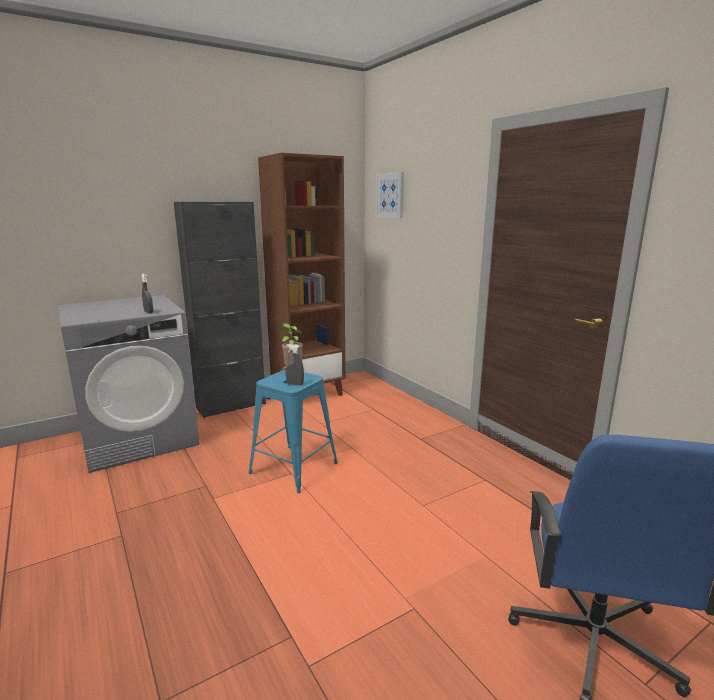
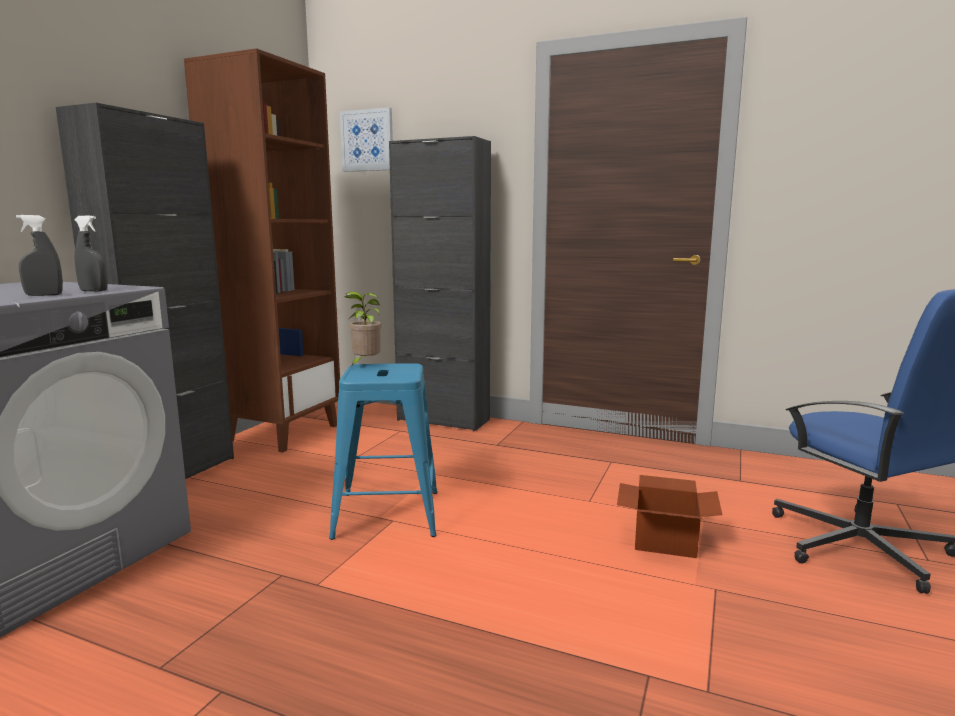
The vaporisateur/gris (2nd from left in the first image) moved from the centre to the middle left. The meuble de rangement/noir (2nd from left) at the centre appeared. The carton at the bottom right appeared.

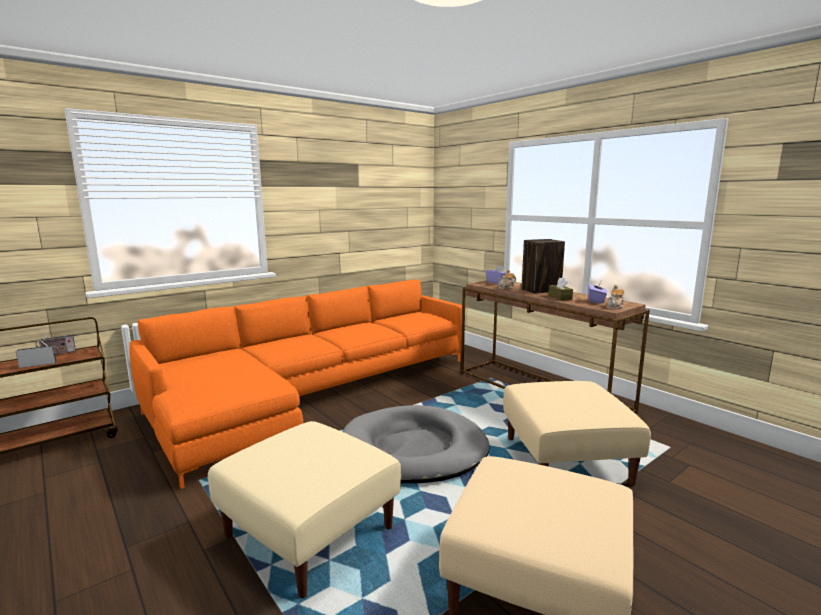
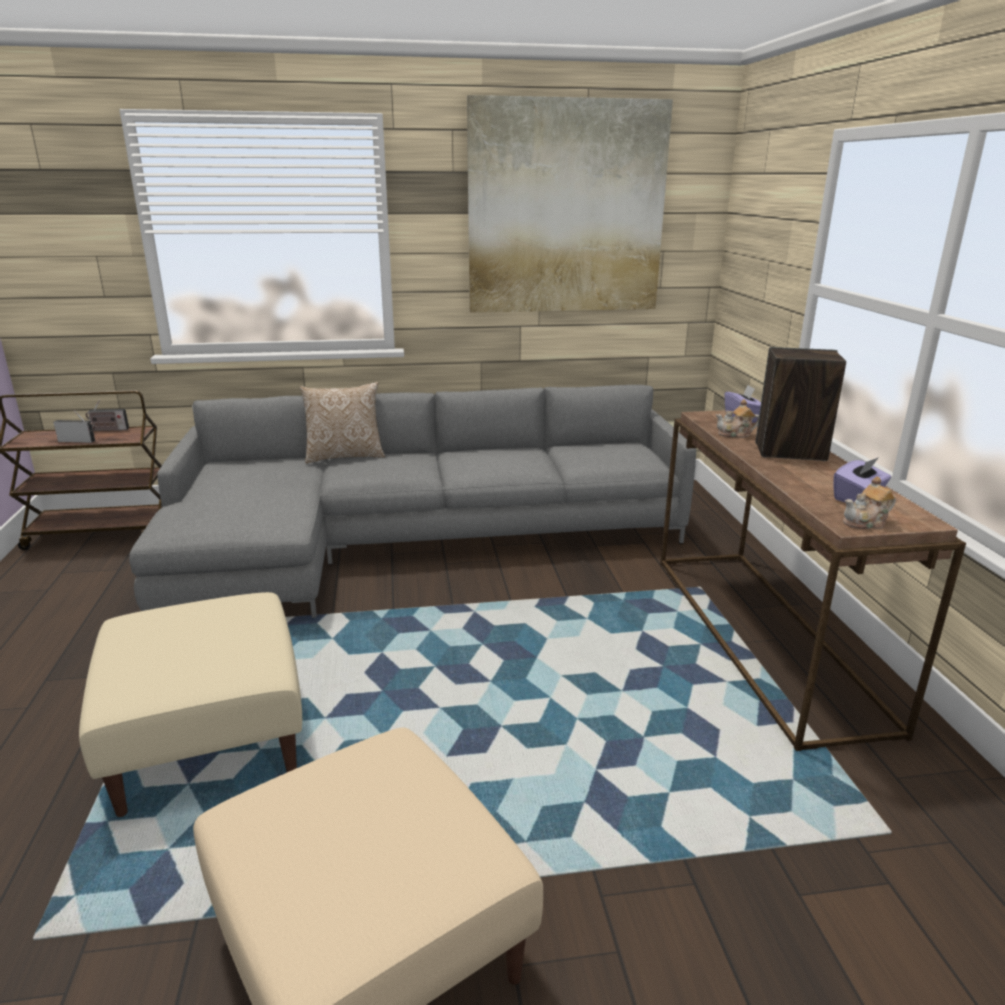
The canapé/orange at the centre became the canapé/gris at the centre. The panier pour chien/gris at the bottom centre disappeared. The pouf/beige (3rd from left) at the bottom right disappeared. The boîte à mouchoirs/marron at the middle right disappeared. The coussin at the centre appeared. The tableau at the top centre appeared.

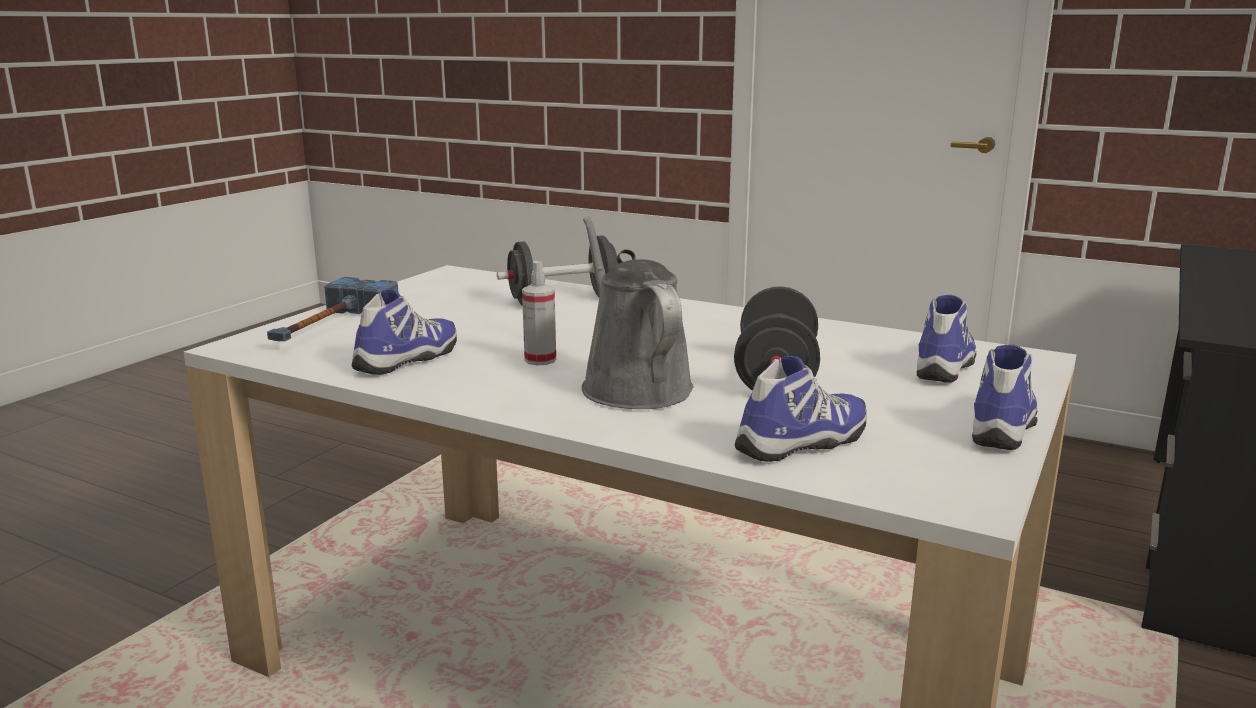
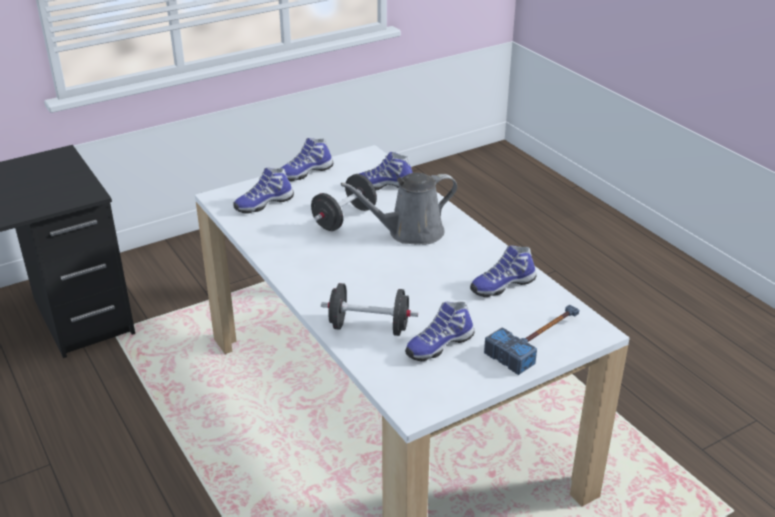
The vaporisateur at the centre disappeared. The arrosoir/gris at the centre turned 60 degrees clockwise. The chaussure (4th from left) at the centre appeared.

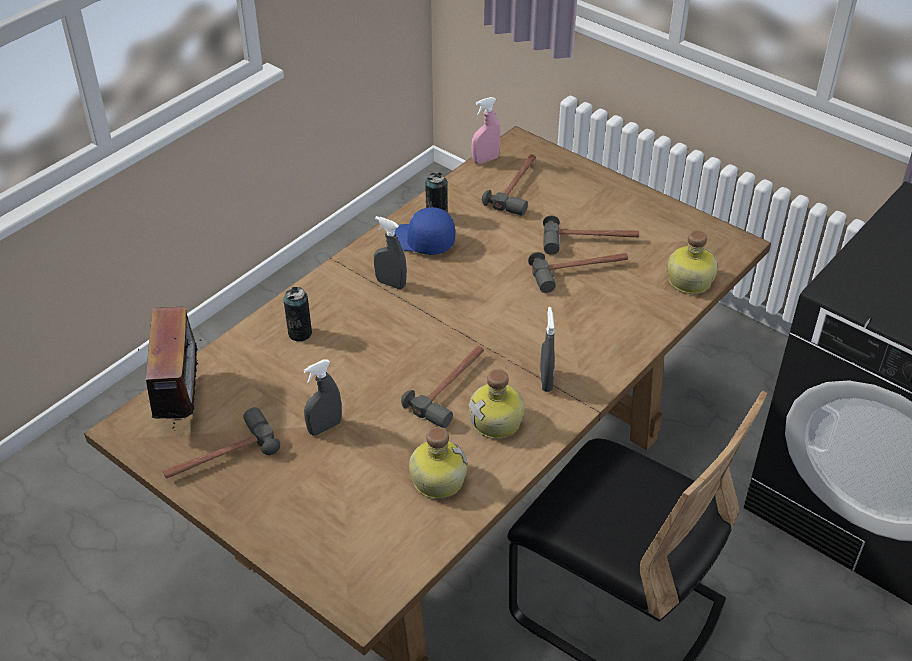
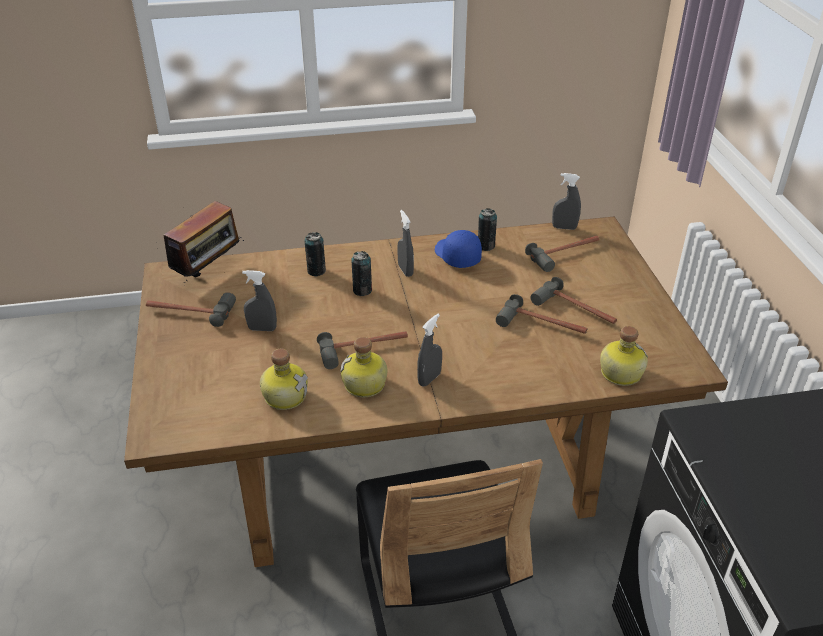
The vaporisateur/rose at the top centre became the vaporisateur/gris (4th from left) at the top right. The boîte métallique (2nd from left) at the centre appeared.

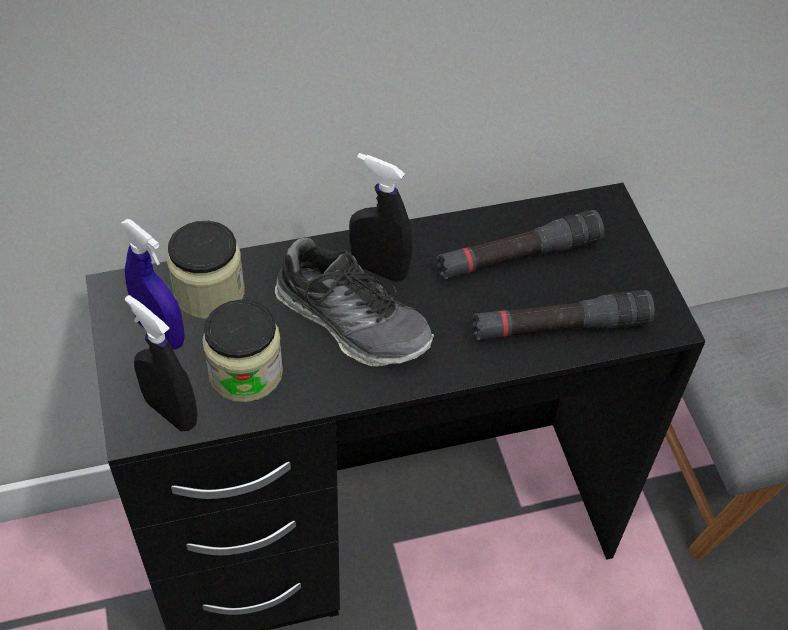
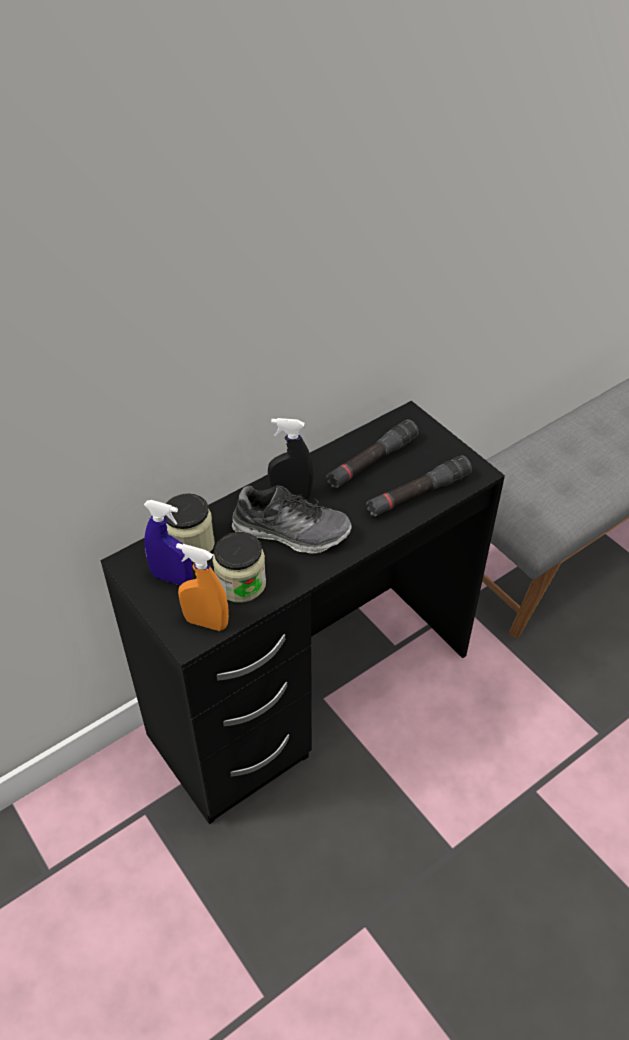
The vaporisateur/noir (1st from left) at the middle left became the vaporisateur/orange at the middle left.

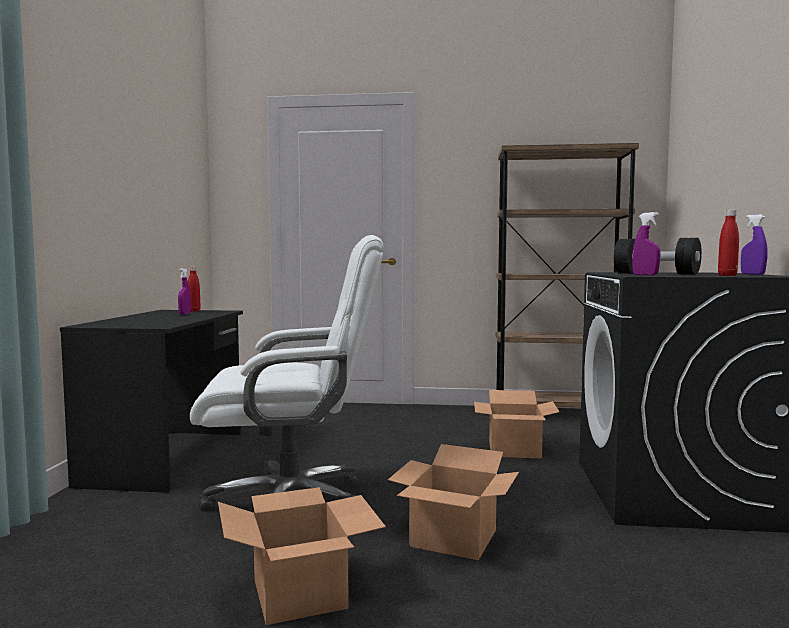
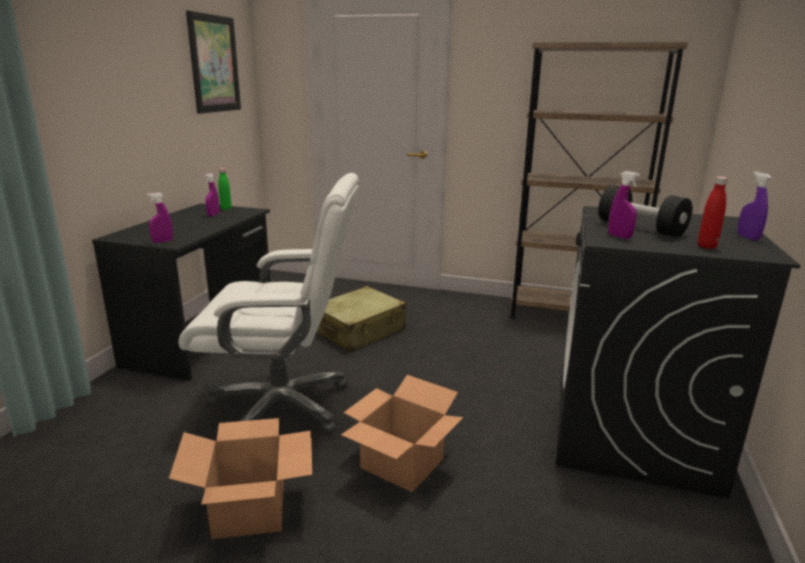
The bouteille/rouge (1st from left) at the middle left became the bouteille/vert at the middle left. The carton (3rd from left) at the bottom centre disappeared. The vaporisateur/violet (1st from left) at the middle left appeared. The tableau at the top left appeared. The valise/beige at the centre appeared.

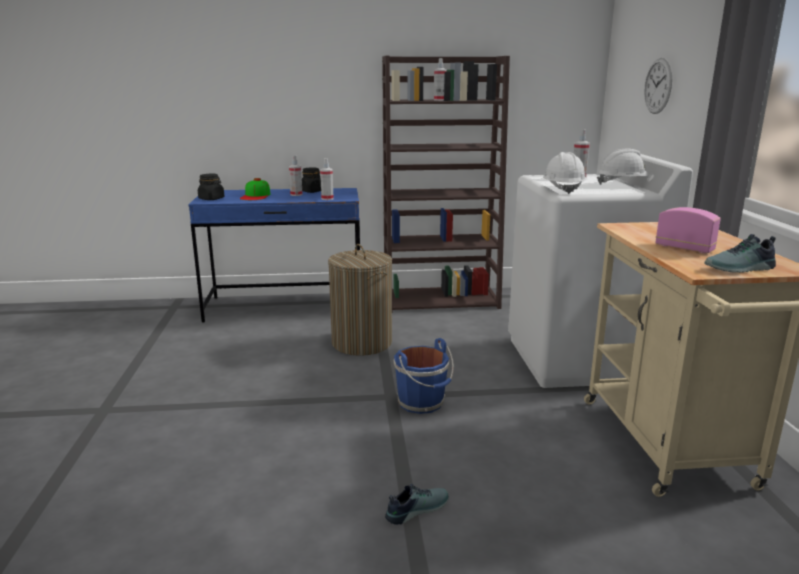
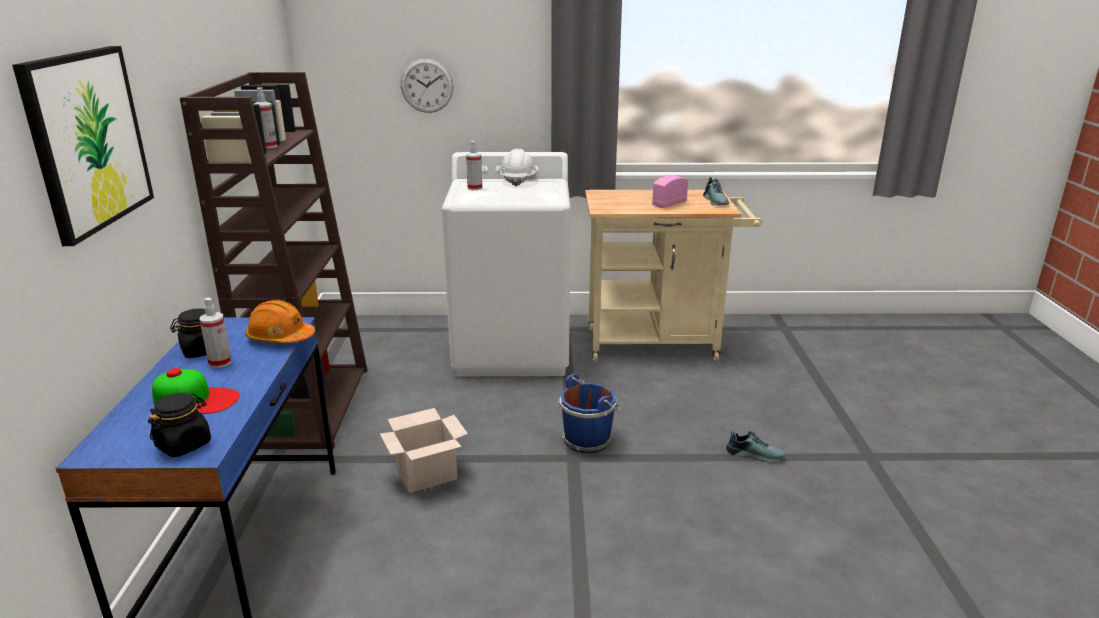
The vaporisateur (2nd from left) at the top centre was replaced by the casque de chantier/orange at the middle left. The panier à linge at the centre was replaced by the carton at the bottom centre. The chaussure (1st from left in the first image) at the bottom centre turned 135 degrees clockwise. The casque de chantier/blanc (1st from left) at the top right disappeared. The tableau at the top left appeared.

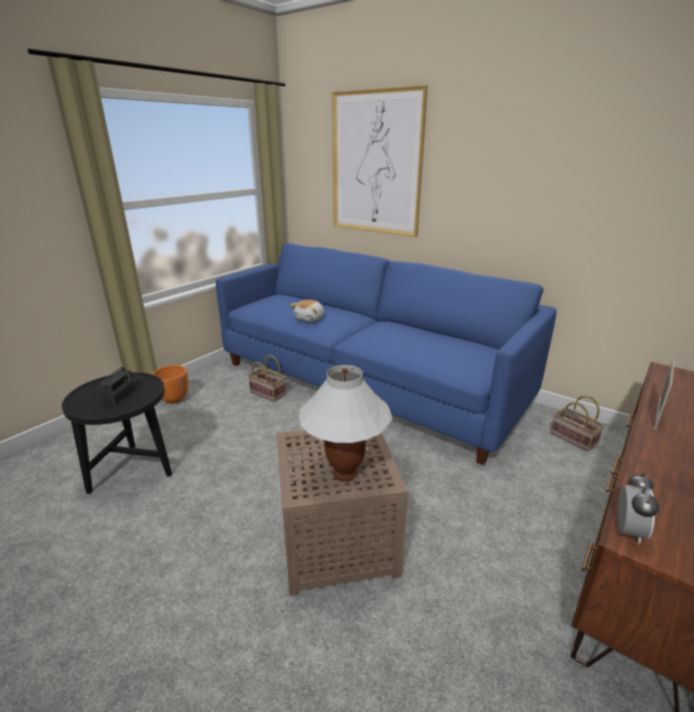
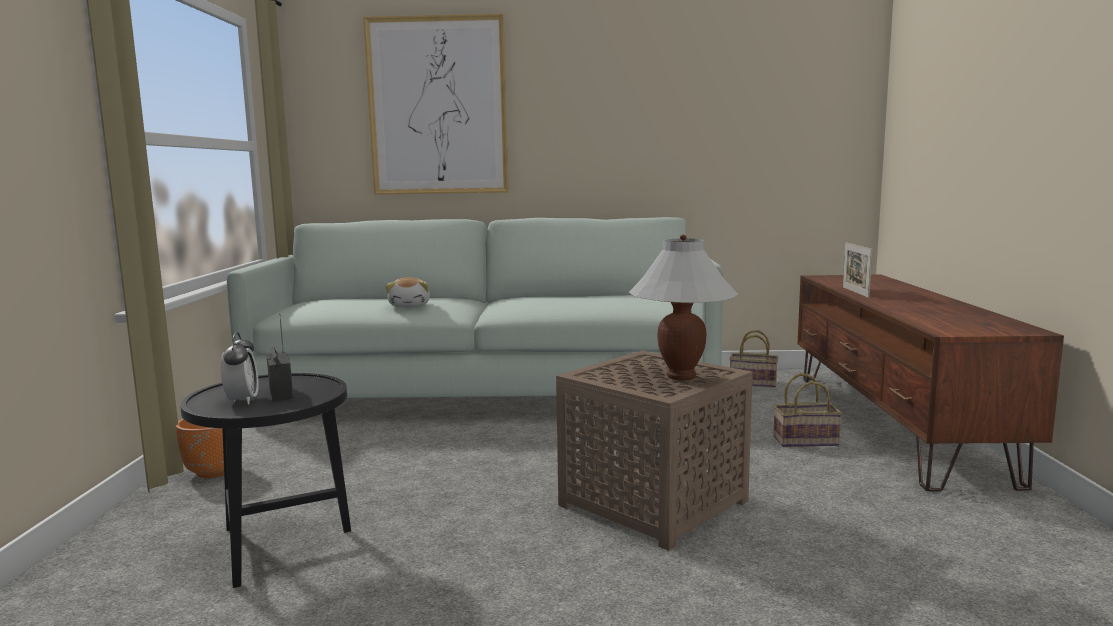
The canapé/bleu at the centre became the canapé/blanc at the centre. The panier (1st from left in the first image) moved from the centre to the middle right. The réveil moved from the bottom right to the middle left.

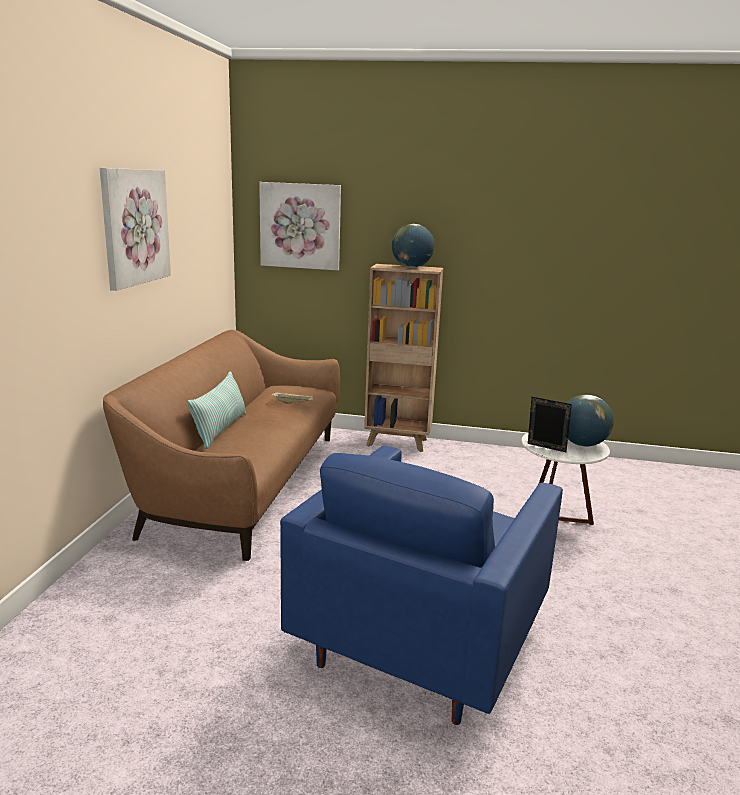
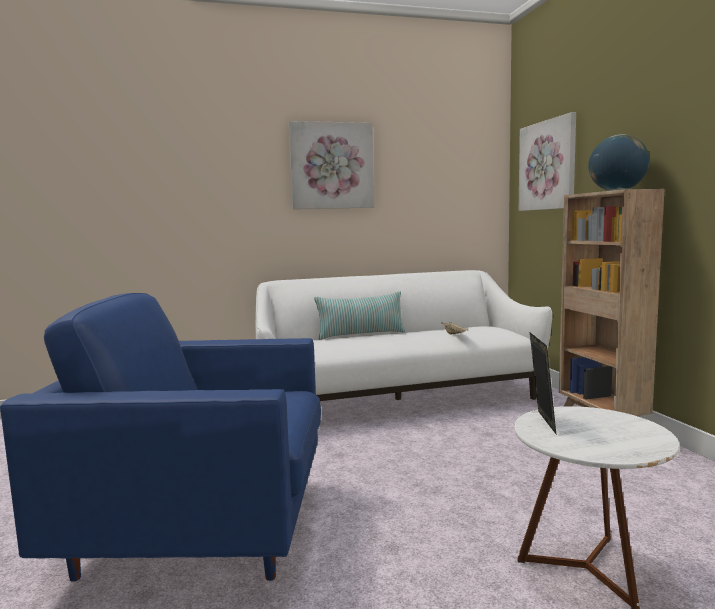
The canapé/marron at the middle left became the canapé/blanc at the centre. The globe (2nd from left) at the middle right disappeared.

